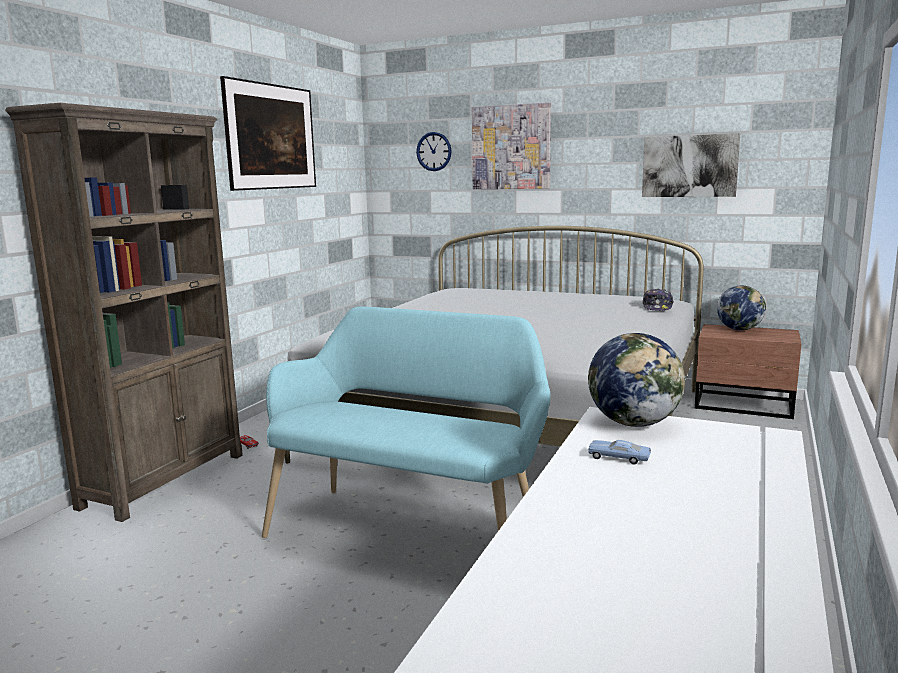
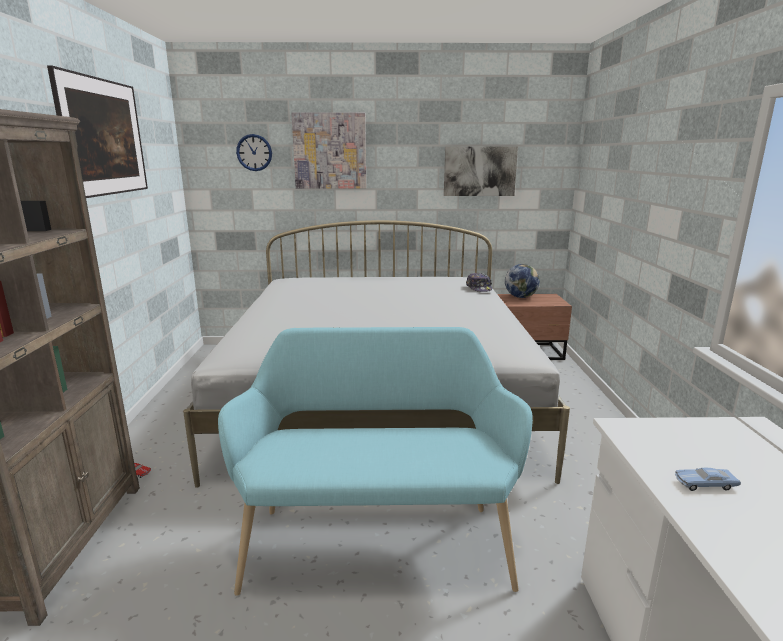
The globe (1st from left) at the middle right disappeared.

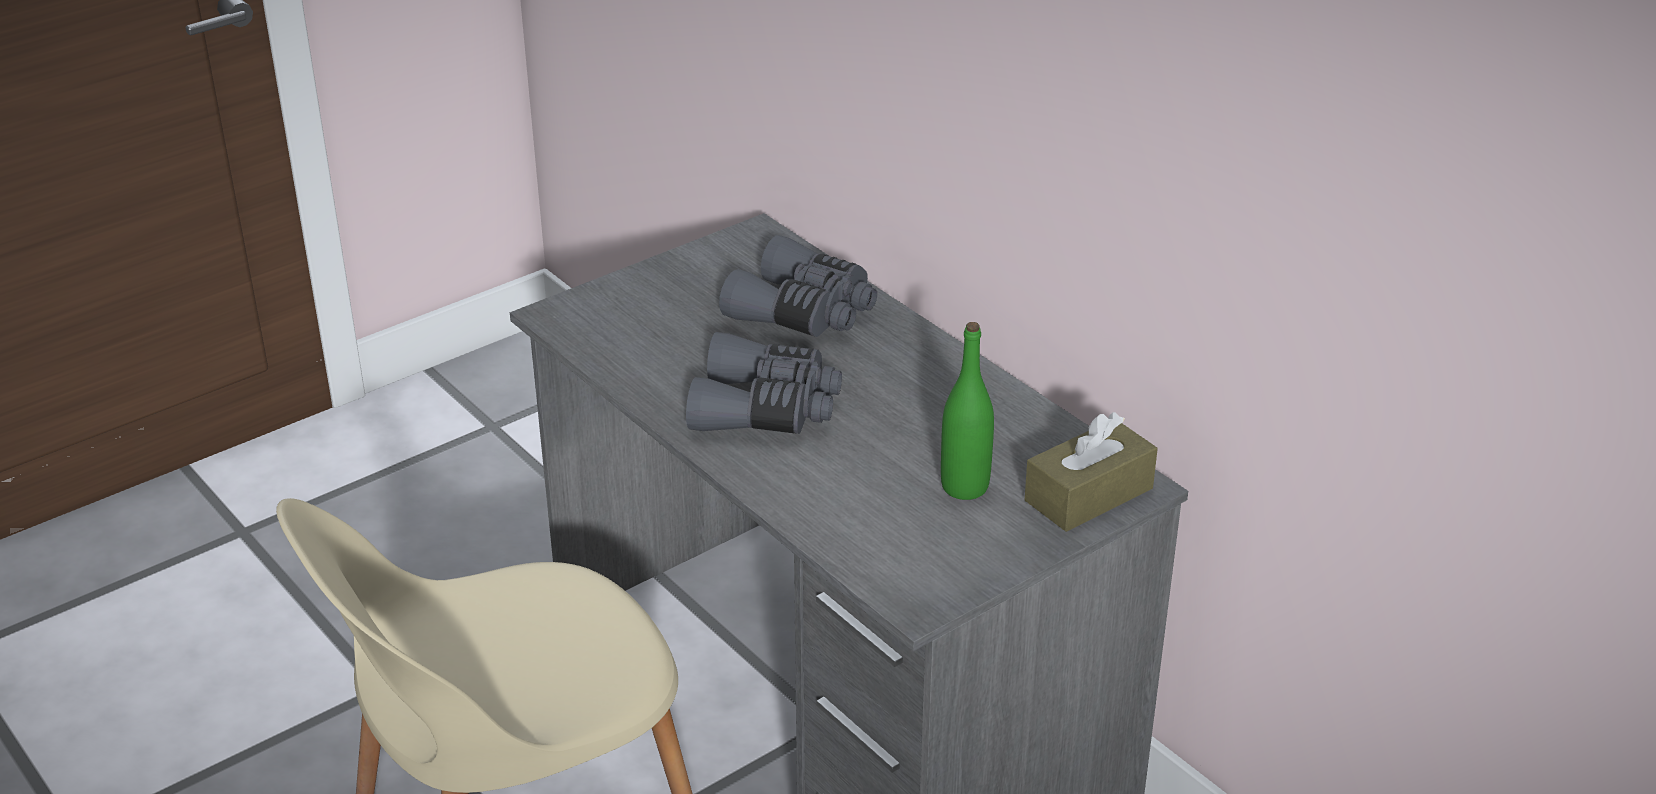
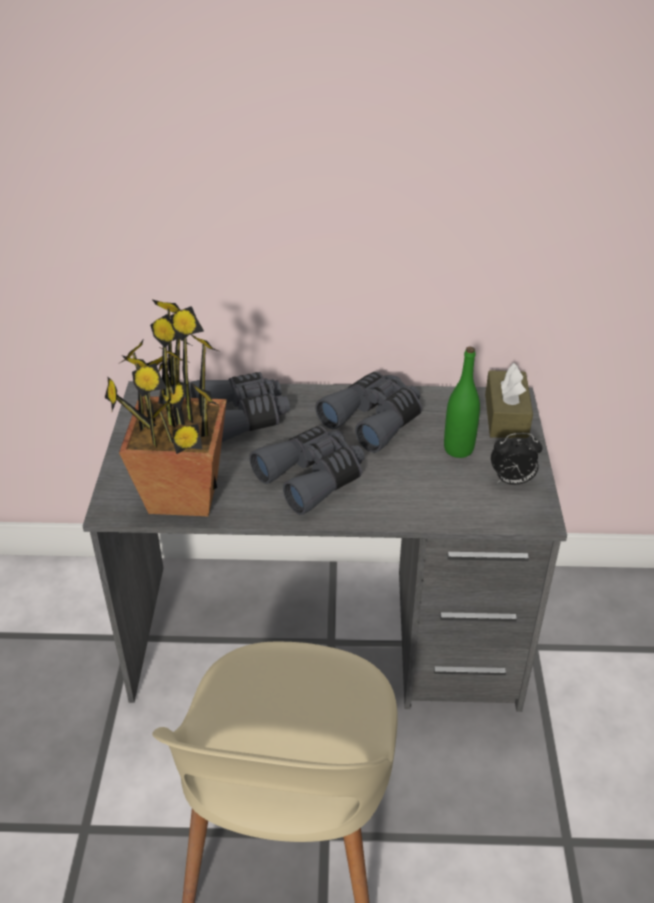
The plante en pot at the middle left appeared. The jumelles/gris (3rd from left) at the centre appeared. The réveil at the middle right appeared.

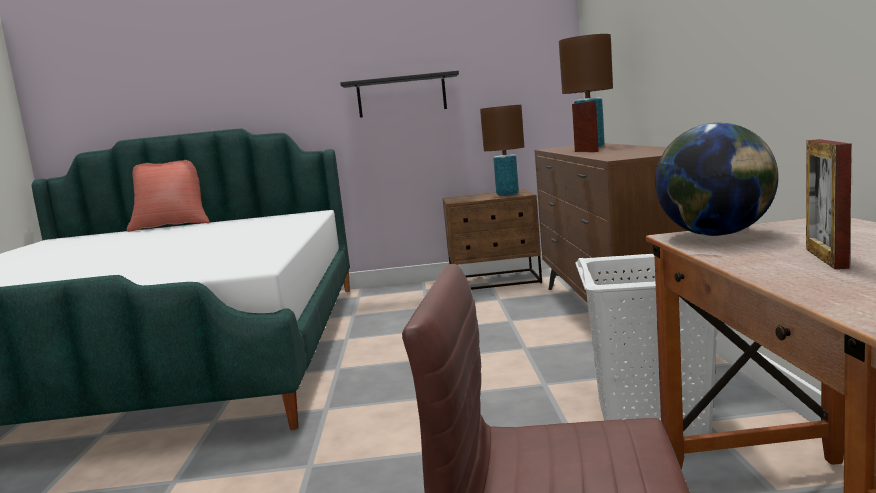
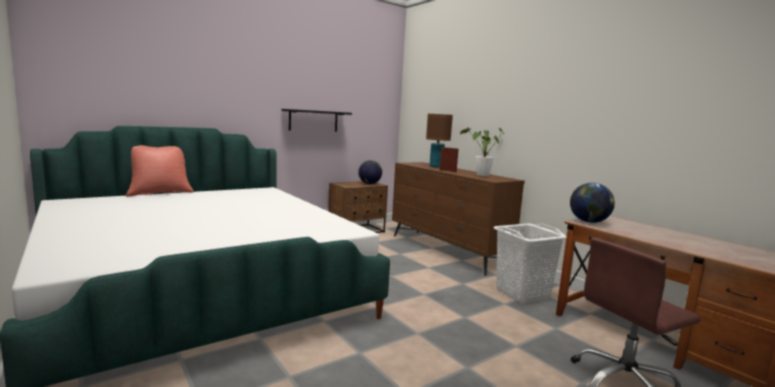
The lampe de table/marron (1st from left) at the top centre was replaced by the globe (1st from left) at the centre. The cadre photo (2nd from left) at the middle right disappeared. The plante en pot at the centre appeared.

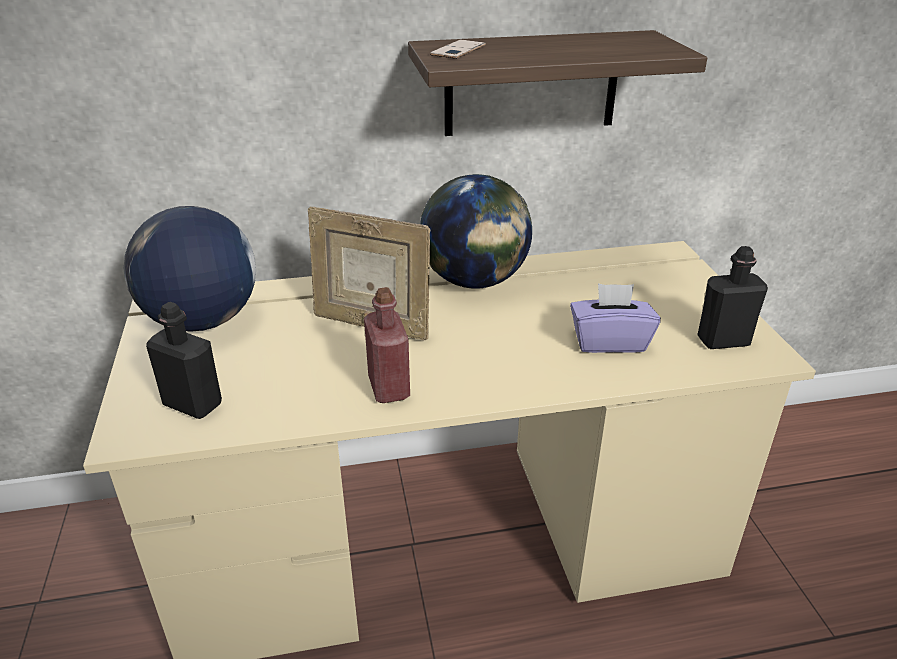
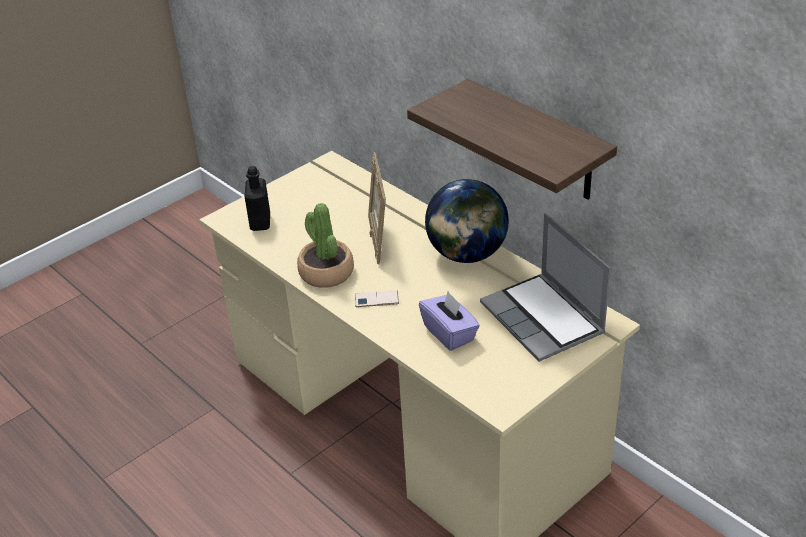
The globe (1st from left) at the middle left disappeared. The bouteille/rouge at the centre was replaced by the plante en pot at the centre. The téléphone moved from the top centre to the centre. The bouteille/noir (2nd from left) at the middle right disappeared. The ordinateur portable at the middle right appeared.

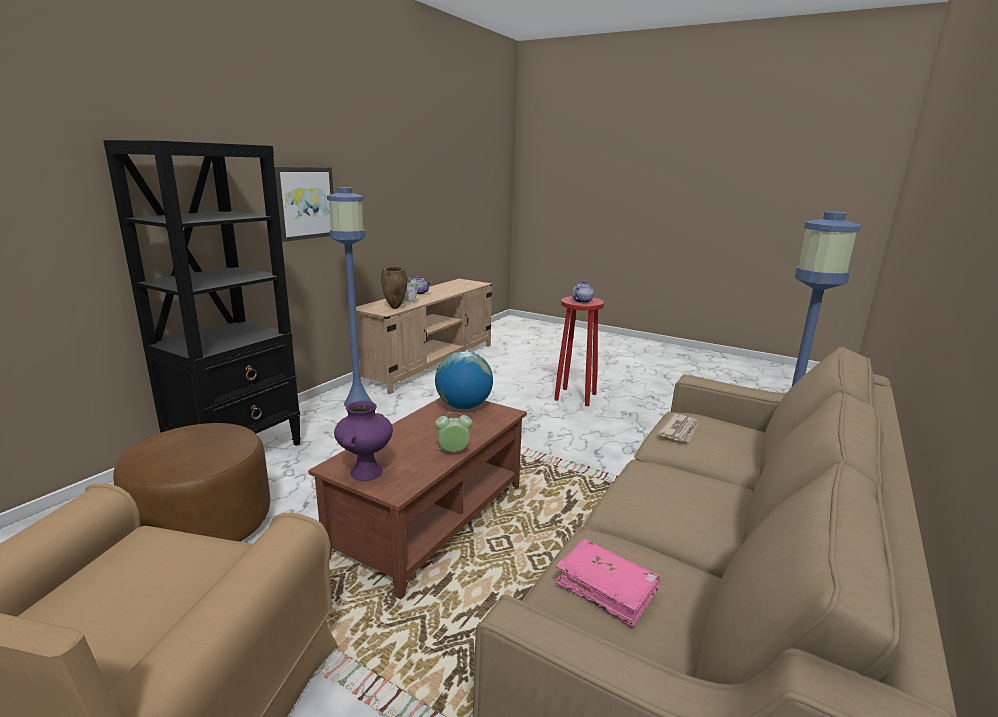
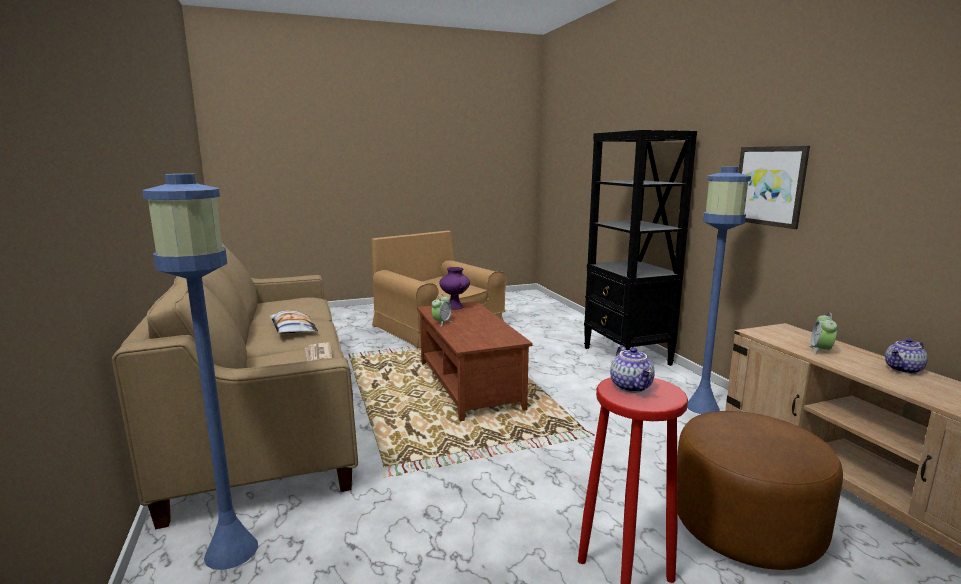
The pouf/marron moved from the bottom left to the bottom right. The vase/marron at the centre disappeared. The globe at the centre disappeared. The livre/rose at the bottom centre disappeared. The coussin at the middle left appeared.

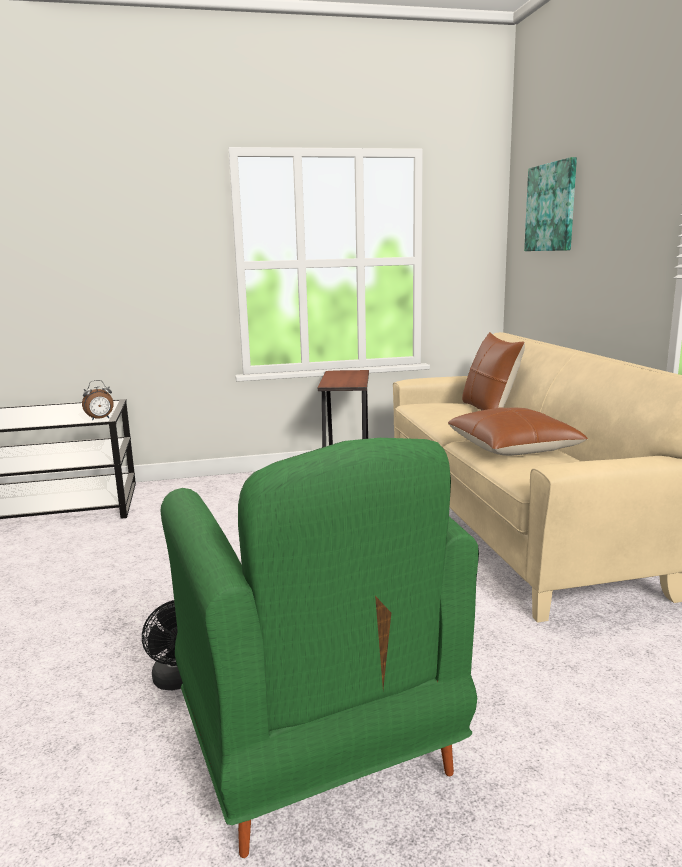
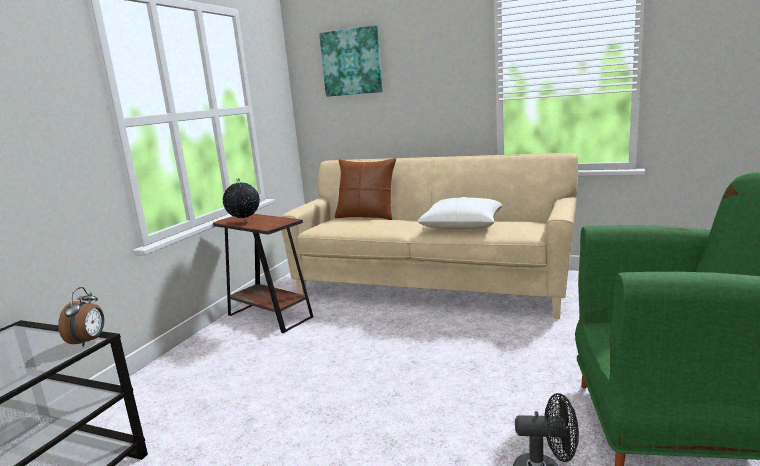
The coussin/marron (2nd from left) at the middle right became the coussin/blanc at the centre. The globe at the middle left appeared.

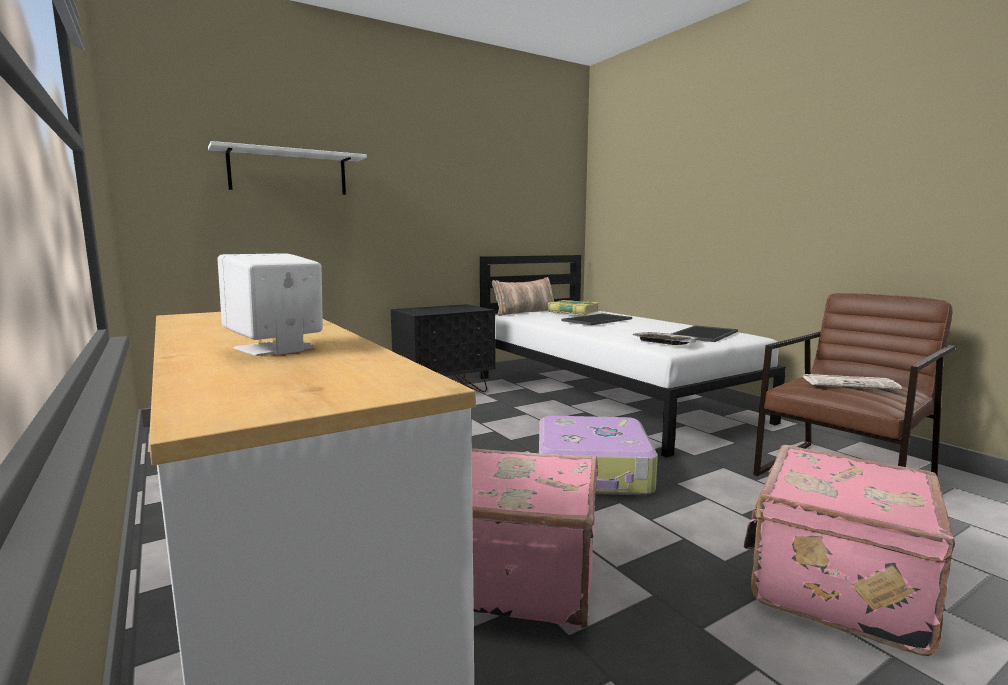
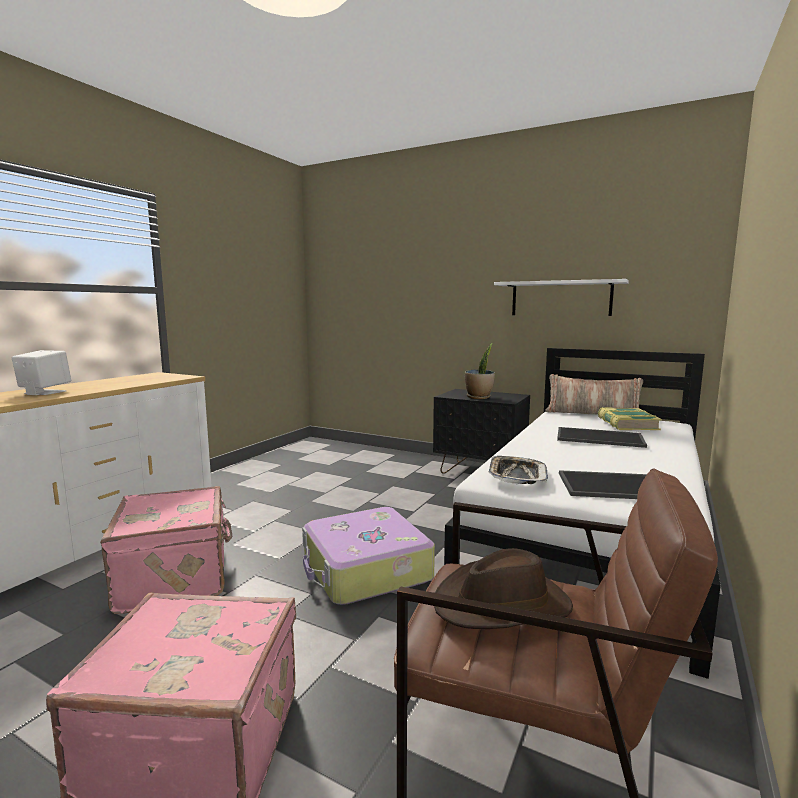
The étagère/blanc moved from the top left to the middle right. The journal at the middle right was replaced by the chapeau/marron at the bottom centre. The plante en pot at the centre appeared.

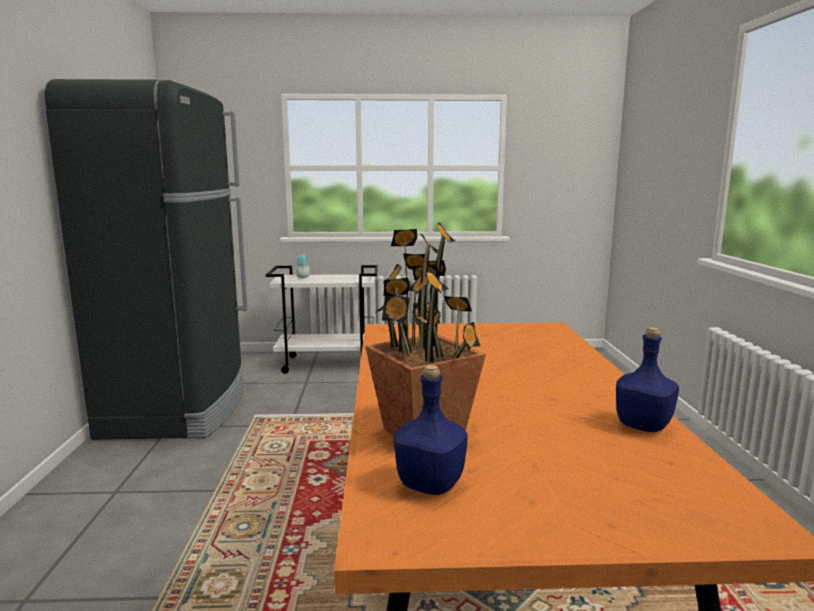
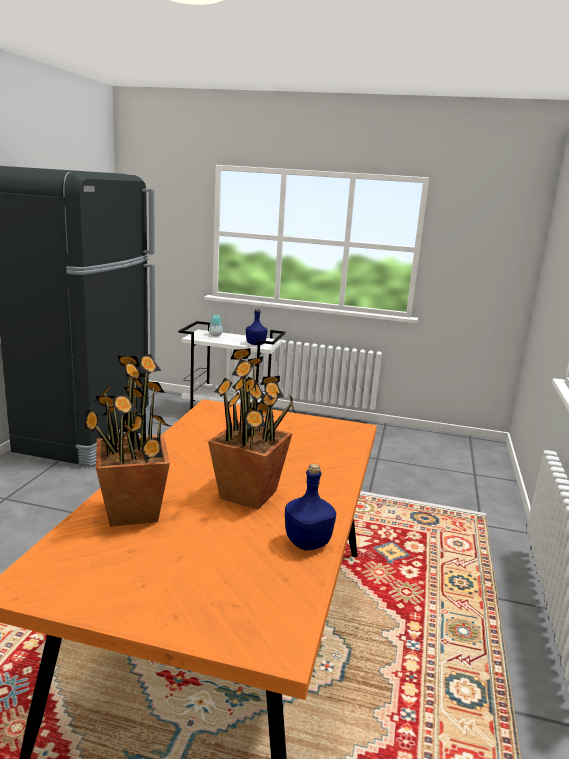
The bouteille/bleu (1st from left) moved from the bottom centre to the centre. The plante en pot (2nd from left) at the centre appeared.

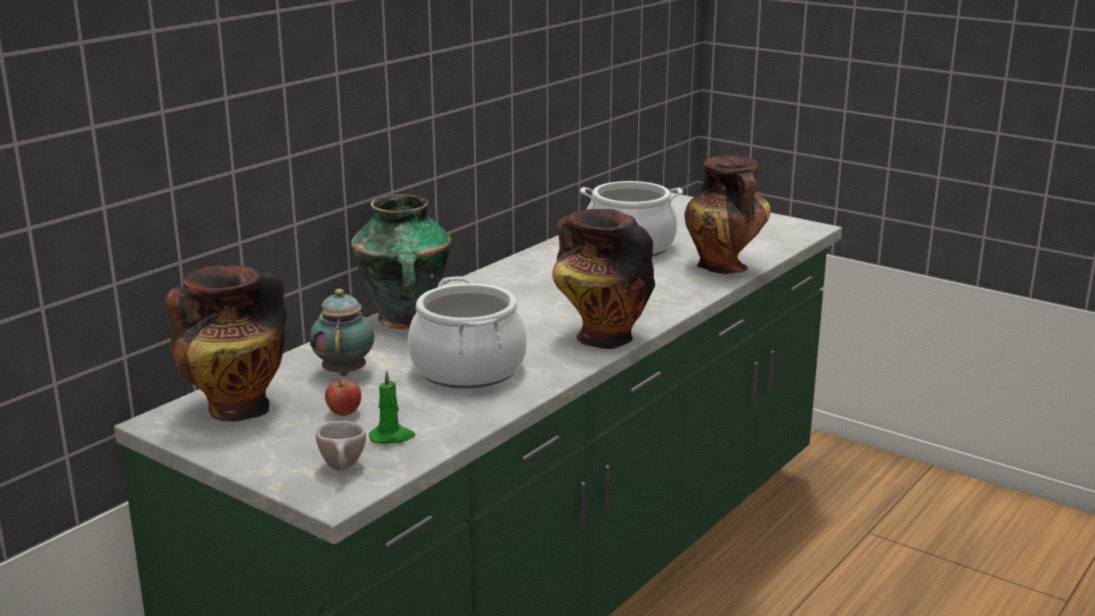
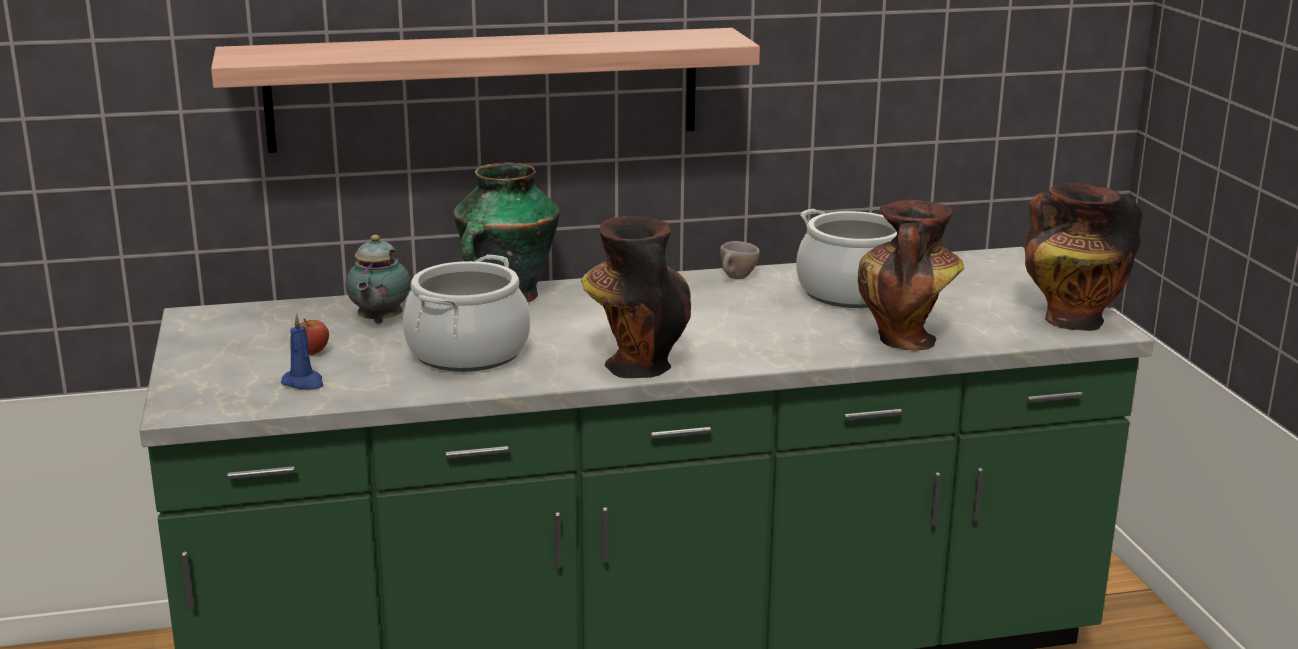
The vase (1st from left in the first image) moved from the middle left to the middle right. The théière at the middle left turned 150 degrees clockwise. The tasse/beige moved from the bottom left to the centre. The bougie/vert at the centre became the bougie/bleu at the middle left. The étagère at the top centre appeared.

